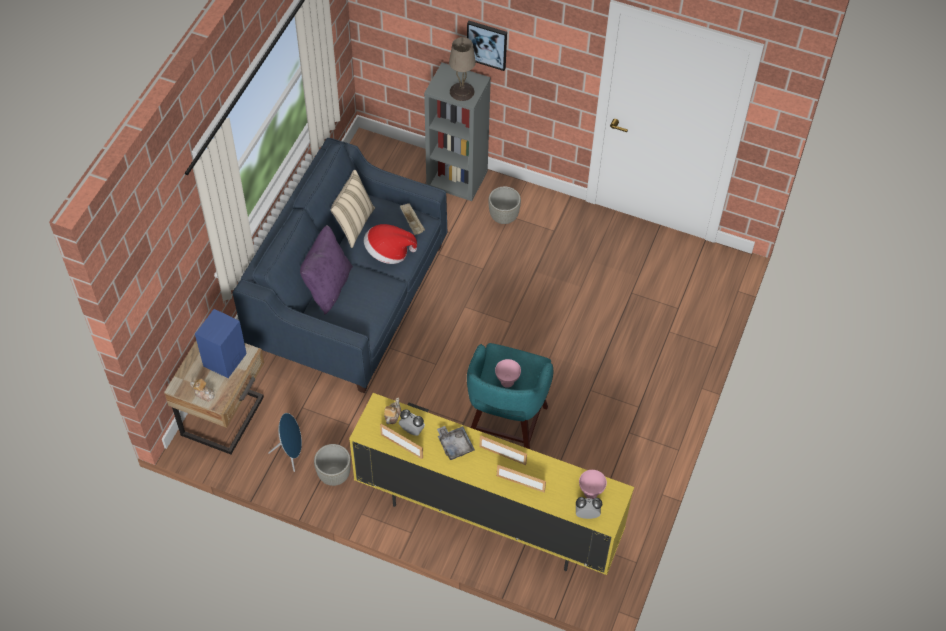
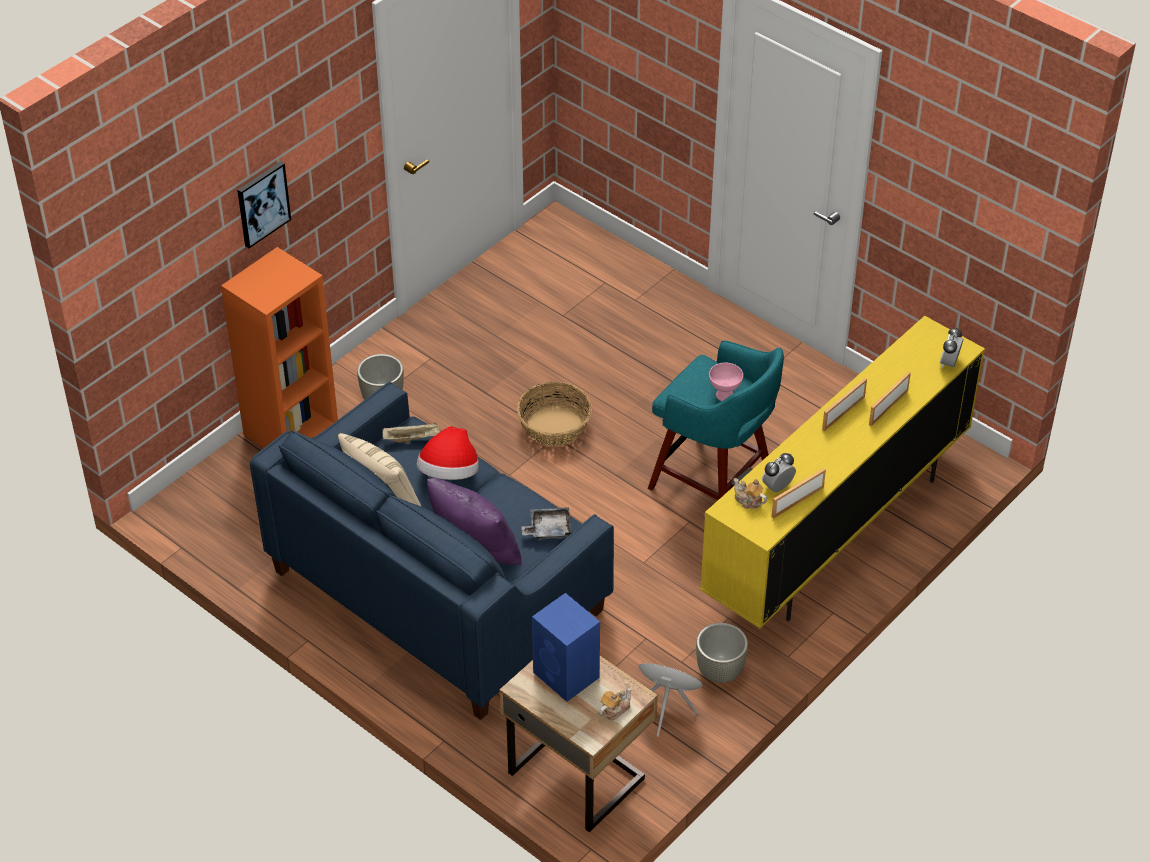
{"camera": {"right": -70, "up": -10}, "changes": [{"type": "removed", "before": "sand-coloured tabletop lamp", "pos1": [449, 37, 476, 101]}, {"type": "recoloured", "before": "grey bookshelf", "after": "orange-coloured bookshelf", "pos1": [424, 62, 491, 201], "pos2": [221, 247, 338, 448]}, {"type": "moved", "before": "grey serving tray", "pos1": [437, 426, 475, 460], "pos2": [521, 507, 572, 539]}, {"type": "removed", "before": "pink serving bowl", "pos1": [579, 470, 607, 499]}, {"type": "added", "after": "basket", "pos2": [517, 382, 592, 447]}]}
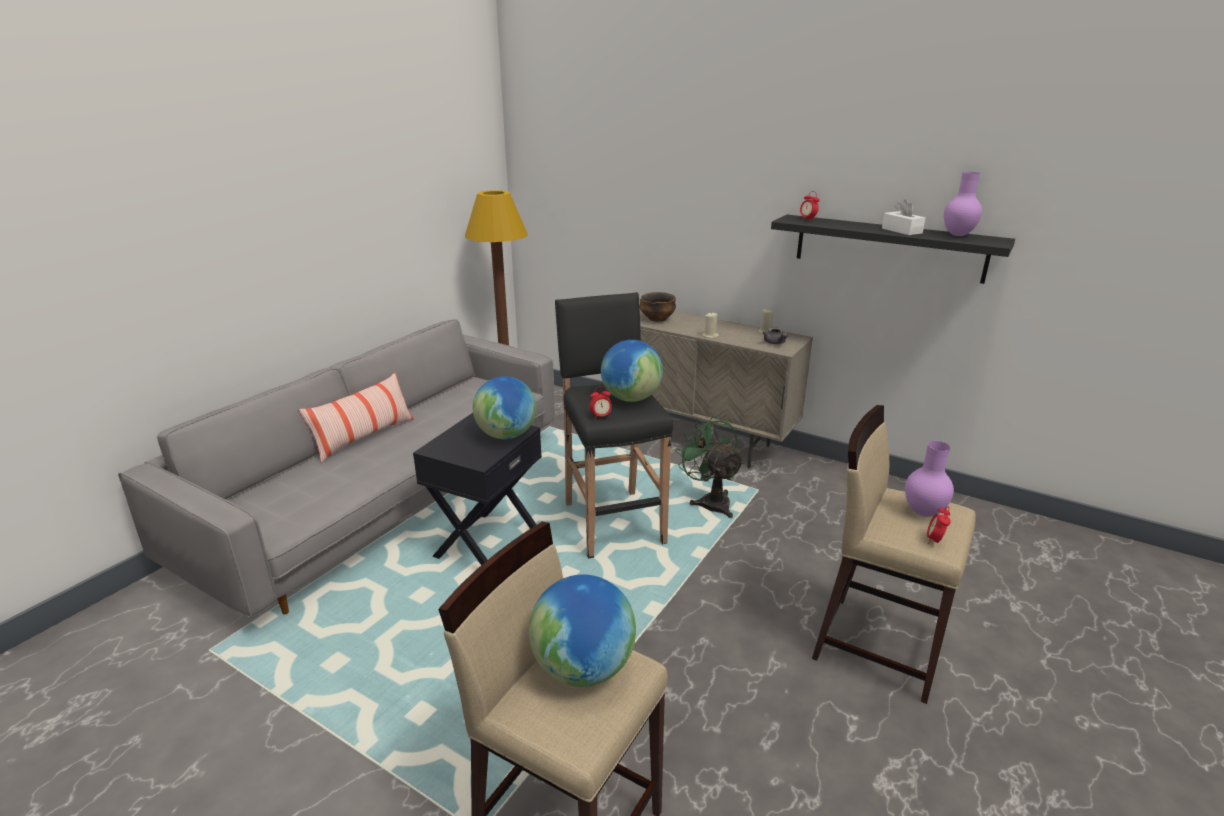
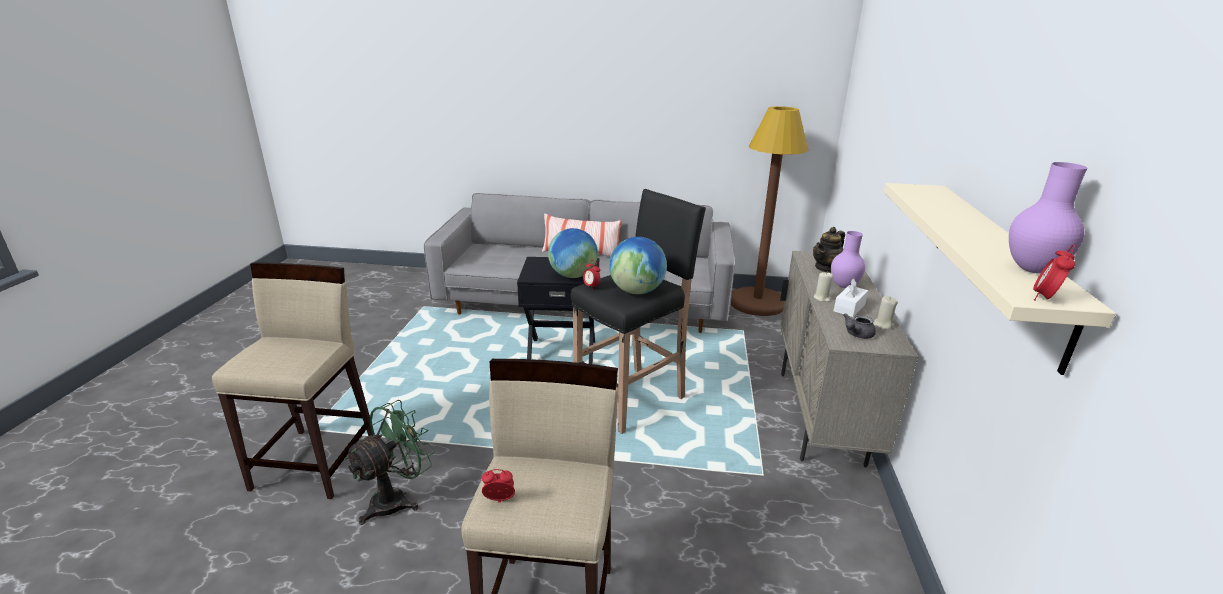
{"camera": {"right": 65, "up": 0}, "changes": [{"type": "moved", "before": "bedside clock", "pos1": [800, 191, 819, 221], "pos2": [1033, 245, 1075, 301]}, {"type": "moved", "before": "white tissue box", "pos1": [882, 200, 925, 235], "pos2": [834, 279, 868, 317]}, {"type": "recoloured", "before": "black bracket shelf", "after": "sand-coloured bracket shelf", "pos1": [771, 215, 1015, 284], "pos2": [884, 183, 1116, 375]}, {"type": "replaced", "before": "serving bowl", "after": "teapot", "pos1": [639, 292, 676, 322], "pos2": [813, 227, 845, 273]}, {"type": "moved", "before": "greenish electric fan", "pos1": [675, 416, 744, 518], "pos2": [344, 400, 435, 525]}, {"type": "moved", "before": "purple-coloured vase", "pos1": [905, 441, 954, 517], "pos2": [831, 231, 865, 288]}, {"type": "removed", "before": "desk globe", "pos1": [529, 575, 636, 687]}]}
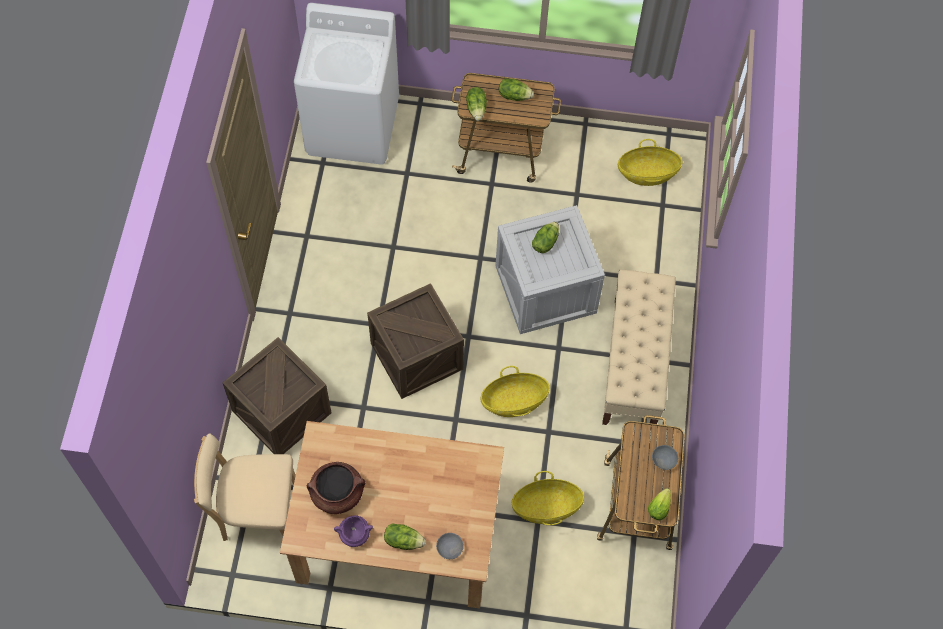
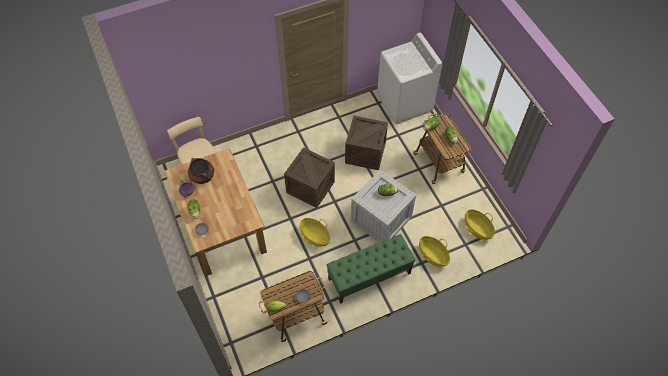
{"camera": {"right": 60, "up": -5}, "changes": [{"type": "recoloured", "before": "sand-coloured indoor bench", "after": "greenish indoor bench", "pos1": [602, 270, 676, 425], "pos2": [326, 234, 416, 303]}, {"type": "moved", "before": "shipping crate", "pos1": [222, 337, 331, 454], "pos2": [345, 116, 388, 170]}, {"type": "moved", "before": "basket", "pos1": [512, 471, 584, 525], "pos2": [419, 236, 450, 266]}]}
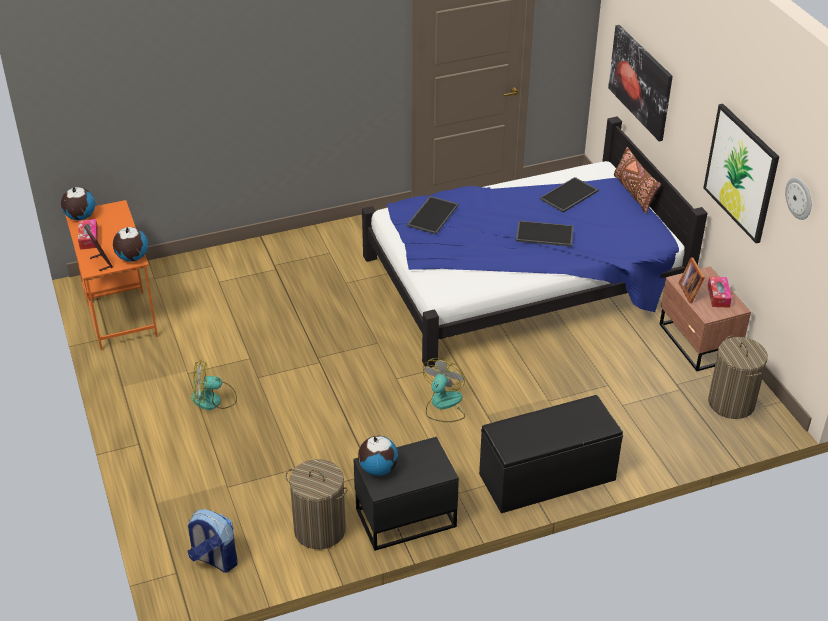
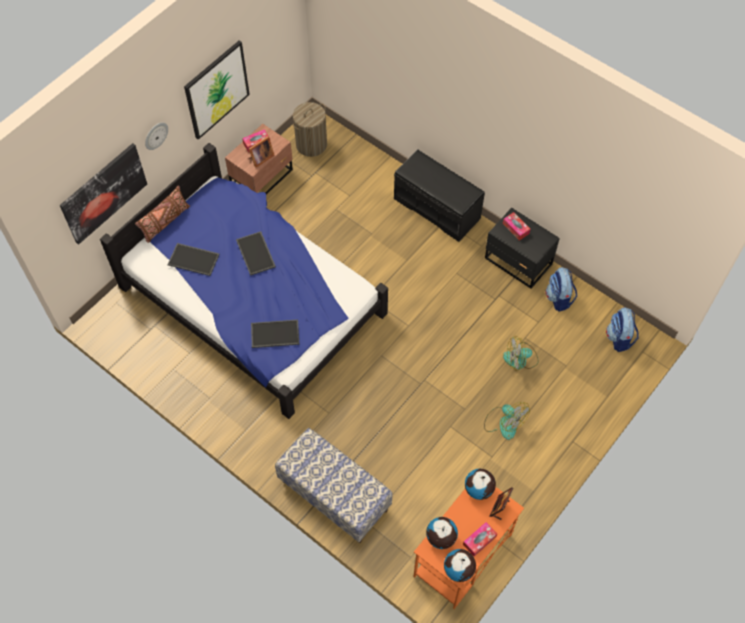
{"camera": {"right": -120, "up": 20}, "changes": [{"type": "moved", "before": "hanging clock", "pos1": [785, 178, 811, 220], "pos2": [145, 122, 168, 150]}, {"type": "moved", "before": "electric fan", "pos1": [423, 358, 465, 422], "pos2": [503, 336, 539, 371]}, {"type": "moved", "before": "desk globe", "pos1": [358, 436, 398, 476], "pos2": [426, 517, 458, 549]}, {"type": "replaced", "before": "laundry basket", "after": "rucksack", "pos1": [285, 459, 348, 549], "pos2": [545, 267, 577, 312]}, {"type": "added", "after": "tissue box", "pos2": [503, 212, 530, 241]}, {"type": "added", "after": "indoor bench", "pos2": [275, 428, 393, 543]}]}
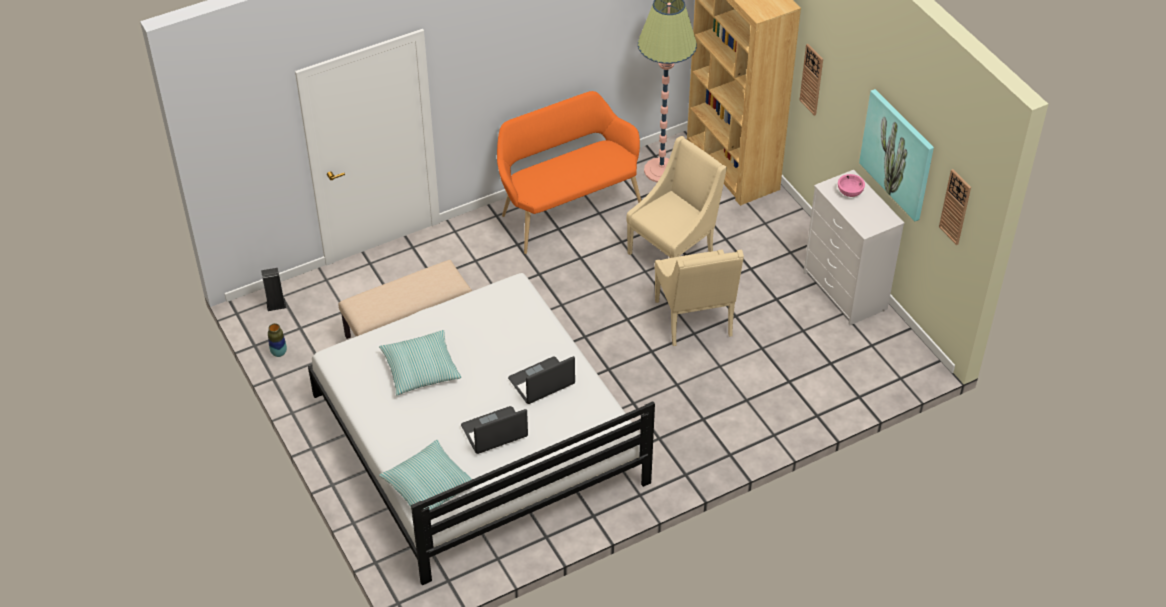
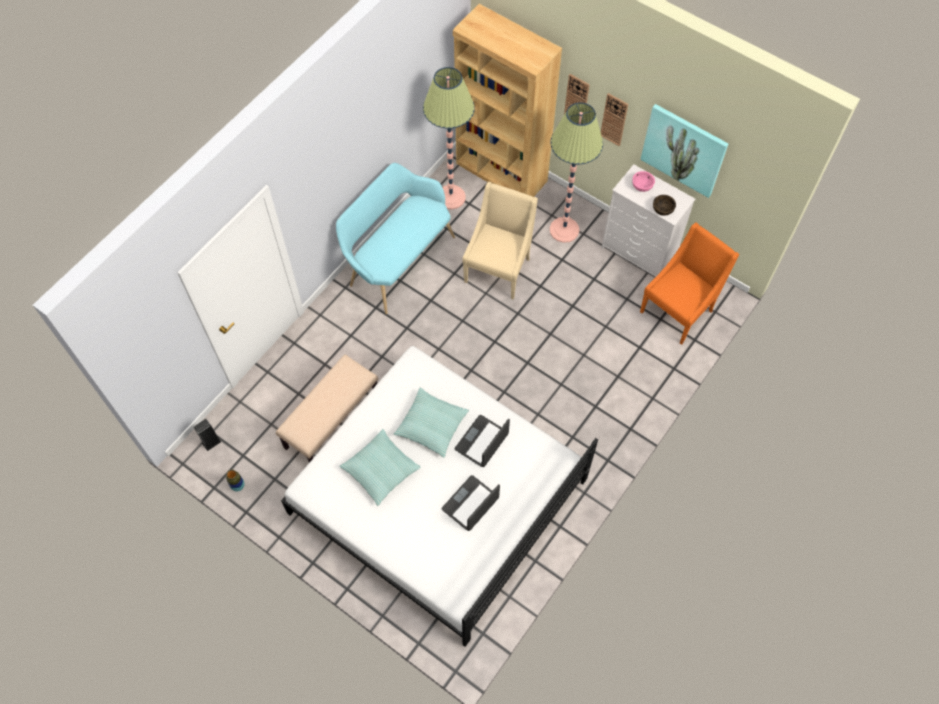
{"camera": {"right": -25, "up": 15}, "changes": [{"type": "recoloured", "before": "orange-coloured indoor bench", "after": "turquoise indoor bench", "pos1": [497, 91, 641, 254], "pos2": [336, 163, 455, 314]}, {"type": "moved", "before": "hanging clock", "pos1": [939, 169, 971, 245], "pos2": [601, 93, 628, 146]}, {"type": "removed", "before": "sand-coloured lounge chair", "pos1": [655, 250, 744, 346]}, {"type": "moved", "before": "throw pillow", "pos1": [379, 440, 472, 510], "pos2": [394, 388, 469, 458]}, {"type": "added", "after": "standard lamp", "pos2": [550, 102, 603, 243]}, {"type": "added", "after": "brown-coloured serving bowl", "pos2": [653, 195, 676, 215]}, {"type": "added", "after": "orange-coloured lounge chair", "pos2": [640, 223, 739, 345]}]}
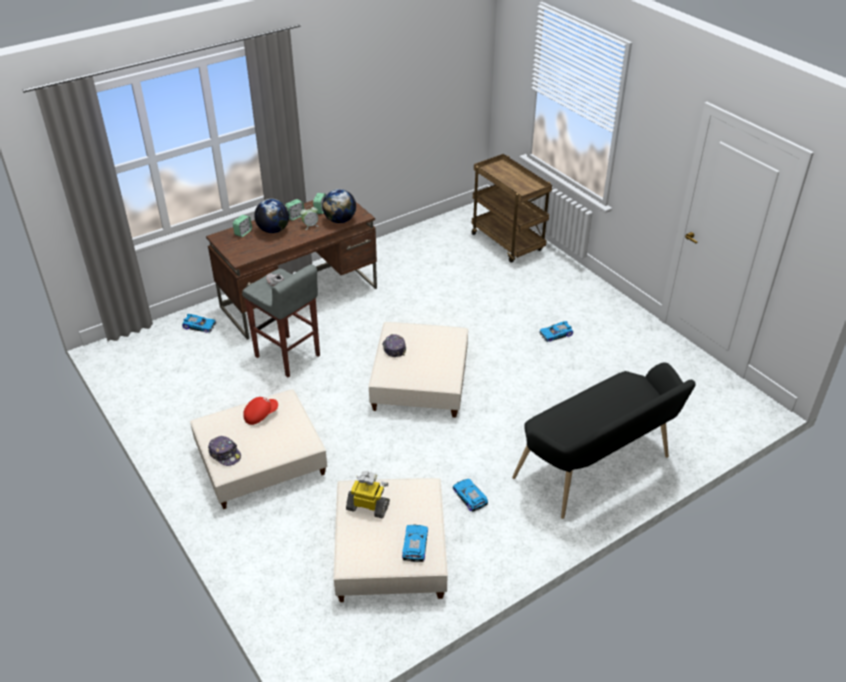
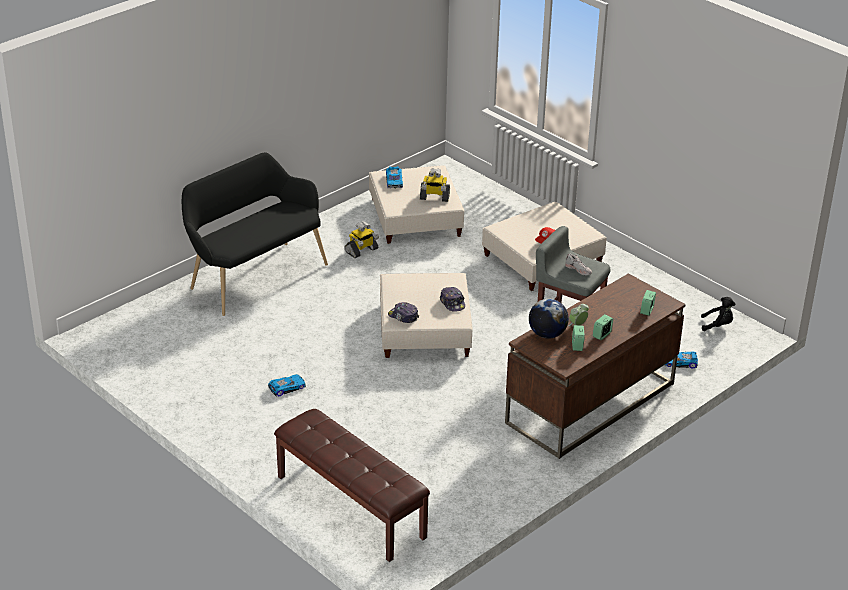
{"camera": {"right": 170, "up": -5}, "changes": [{"type": "replaced", "before": "brown-coloured wheeled cart", "after": "brown-coloured indoor bench", "pos1": [471, 154, 552, 263], "pos2": [274, 409, 430, 562]}, {"type": "removed", "before": "desk globe", "pos1": [254, 199, 289, 233]}, {"type": "moved", "before": "peaked cap", "pos1": [208, 436, 241, 466], "pos2": [388, 302, 419, 323]}, {"type": "replaced", "before": "miniature car", "after": "toy robot", "pos1": [452, 478, 488, 512], "pos2": [344, 221, 379, 258]}, {"type": "added", "after": "black soft toy", "pos2": [701, 297, 735, 331]}]}
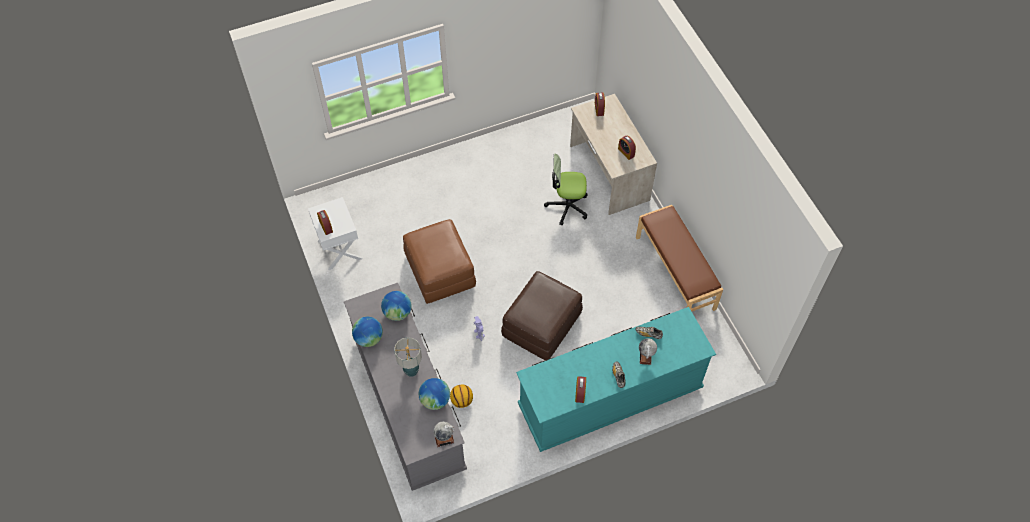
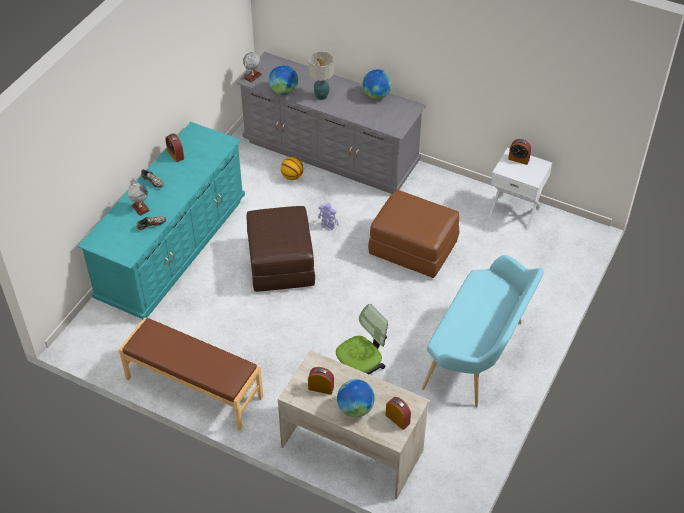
{"camera": {"right": 140, "up": -10}, "changes": [{"type": "moved", "before": "desk globe", "pos1": [381, 291, 411, 321], "pos2": [337, 379, 375, 417]}, {"type": "added", "after": "turquoise indoor bench", "pos2": [422, 255, 544, 407]}]}
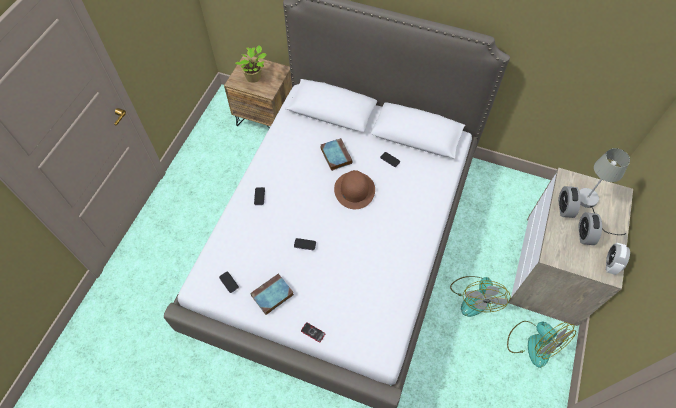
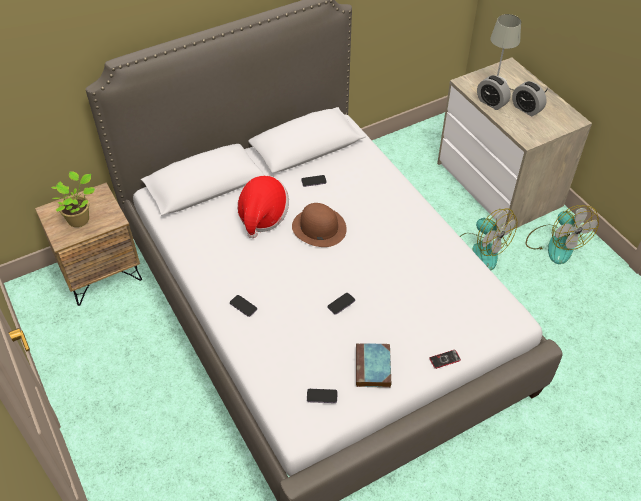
{"camera": {"right": -50, "up": -10}, "changes": [{"type": "replaced", "before": "volume", "after": "wearable hat", "pos1": [320, 138, 352, 171], "pos2": [237, 175, 289, 238]}, {"type": "removed", "before": "bedside clock", "pos1": [606, 243, 630, 275]}, {"type": "turned", "before": "electric fan", "pos1": [507, 321, 576, 368], "pos2": [526, 205, 599, 264], "turn": 60}]}
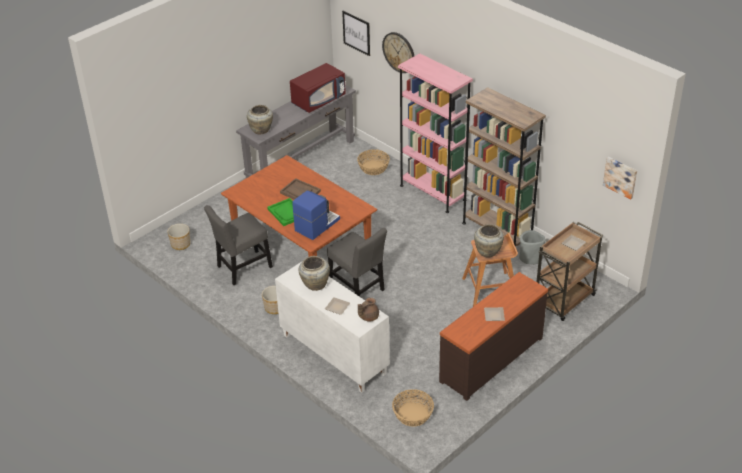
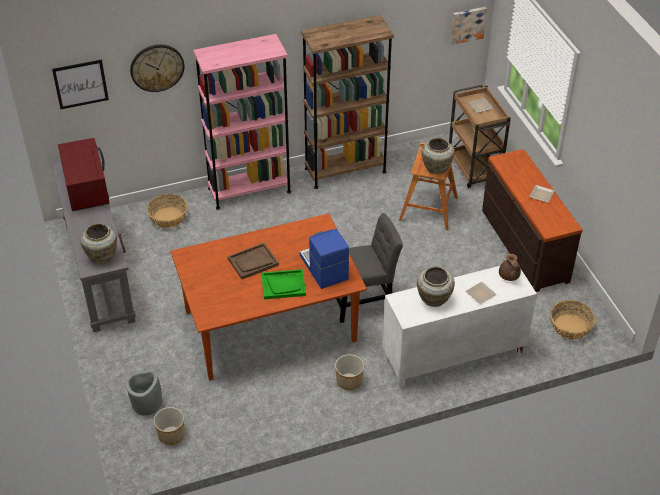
{"camera": {"right": -65, "up": 5}, "changes": [{"type": "removed", "before": "grey upright chair", "pos1": [204, 205, 273, 285]}, {"type": "moved", "before": "grey flower pot", "pos1": [519, 230, 546, 265], "pos2": [125, 370, 162, 415]}]}
